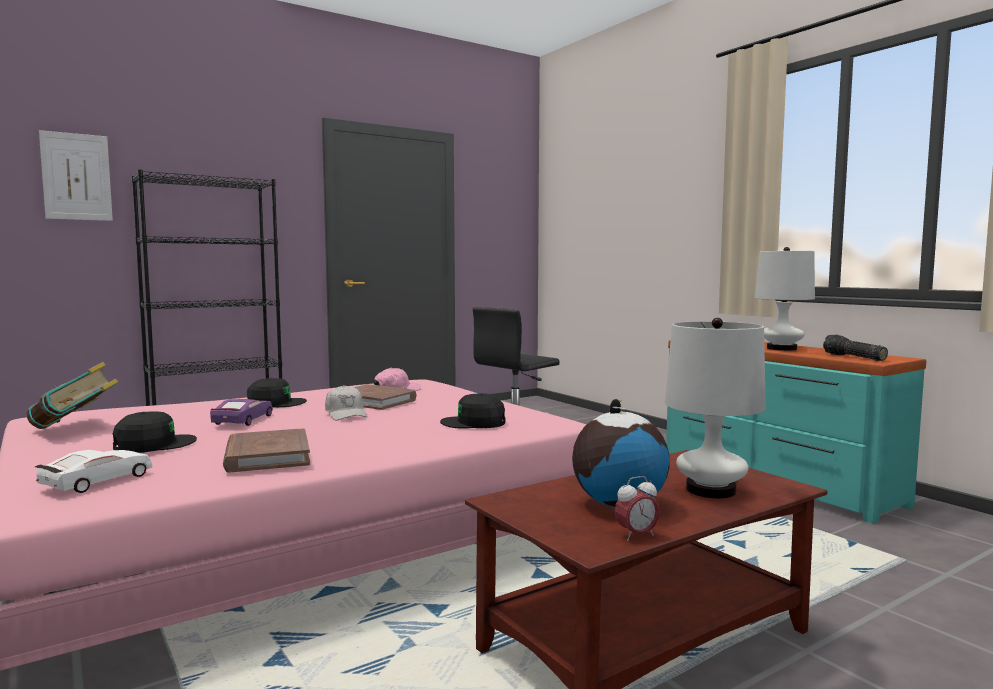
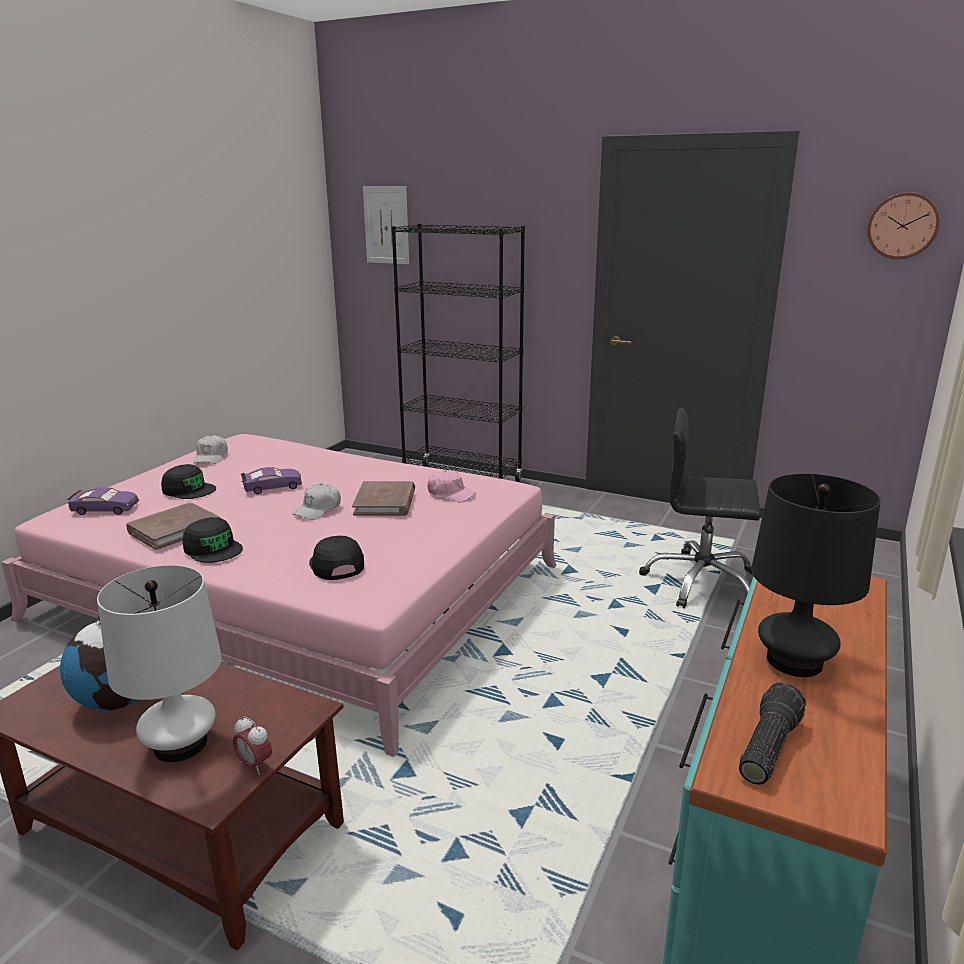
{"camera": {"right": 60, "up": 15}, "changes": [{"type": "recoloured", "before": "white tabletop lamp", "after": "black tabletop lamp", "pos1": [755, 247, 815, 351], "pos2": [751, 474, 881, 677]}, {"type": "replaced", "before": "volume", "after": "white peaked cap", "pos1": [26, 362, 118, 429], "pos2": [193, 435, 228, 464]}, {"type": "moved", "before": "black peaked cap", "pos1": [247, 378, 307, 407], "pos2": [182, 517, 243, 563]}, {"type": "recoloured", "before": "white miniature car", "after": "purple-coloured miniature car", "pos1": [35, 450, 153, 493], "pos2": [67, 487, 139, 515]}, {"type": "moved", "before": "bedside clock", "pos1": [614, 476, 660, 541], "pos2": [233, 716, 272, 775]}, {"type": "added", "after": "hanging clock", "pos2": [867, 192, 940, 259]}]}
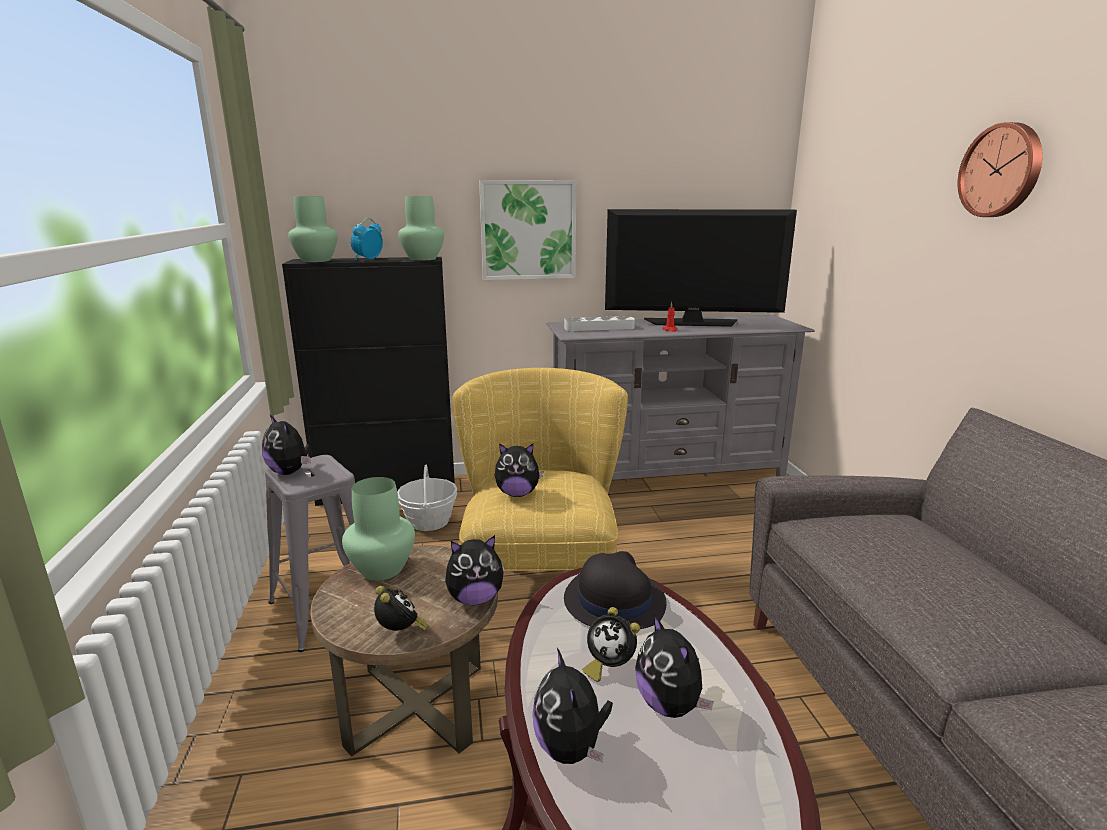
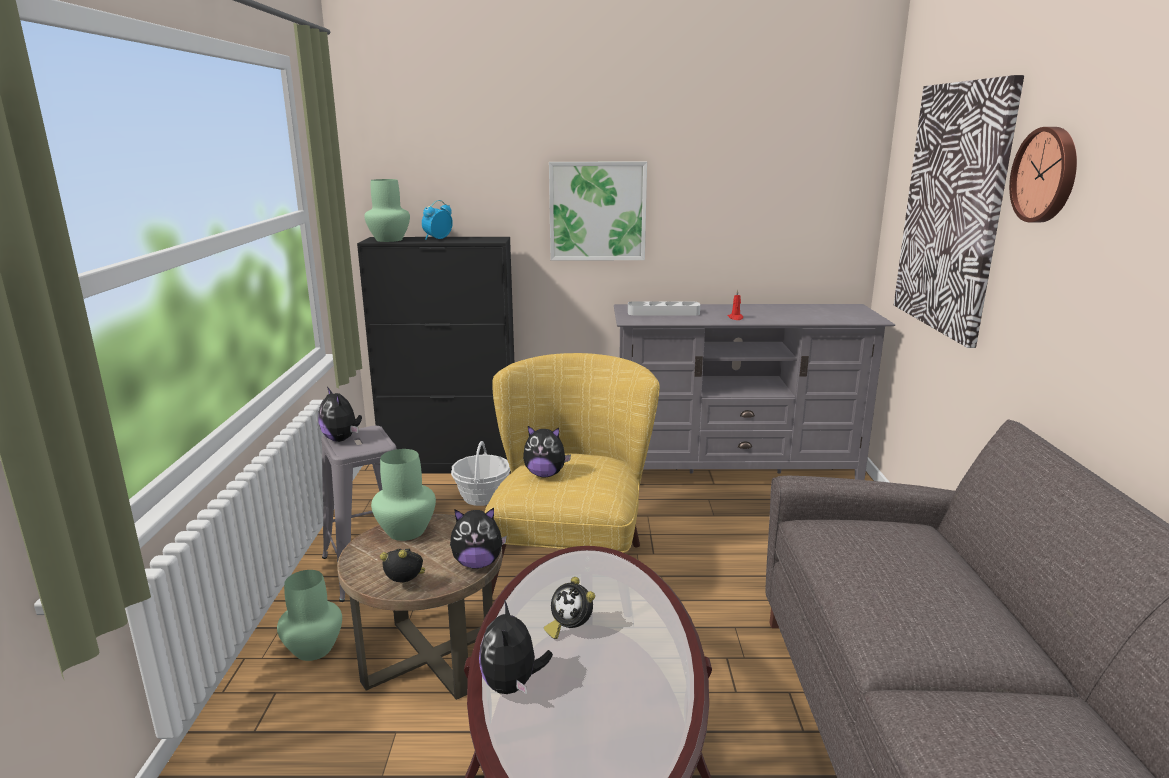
{"camera": {"right": 10, "up": 0}, "changes": [{"type": "moved", "before": "greenish vase", "pos1": [398, 196, 444, 260], "pos2": [277, 570, 342, 661]}, {"type": "removed", "before": "TV", "pos1": [605, 209, 797, 327]}, {"type": "removed", "before": "black wearable hat", "pos1": [564, 551, 667, 629]}, {"type": "turned", "before": "bedside clock", "pos1": [374, 586, 429, 631], "pos2": [380, 548, 425, 583], "turn": -60}, {"type": "removed", "before": "soft toy", "pos1": [635, 614, 714, 718]}, {"type": "added", "after": "wall art", "pos2": [894, 75, 1024, 348]}]}
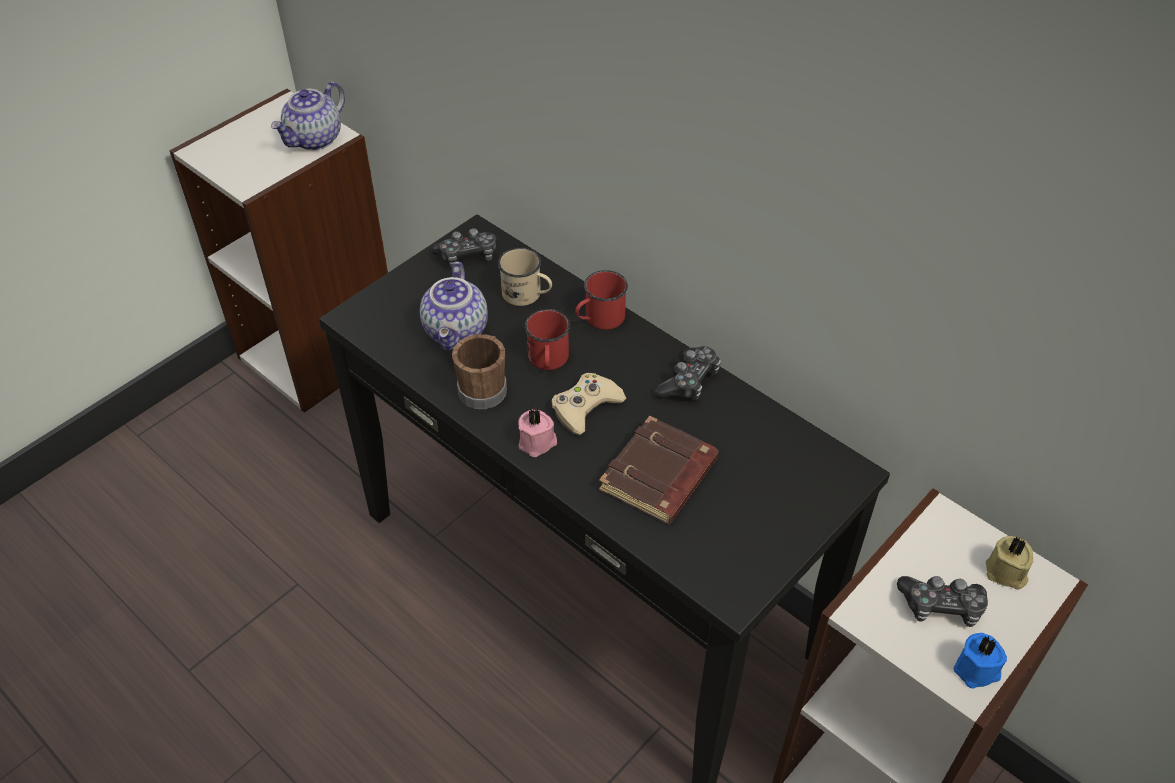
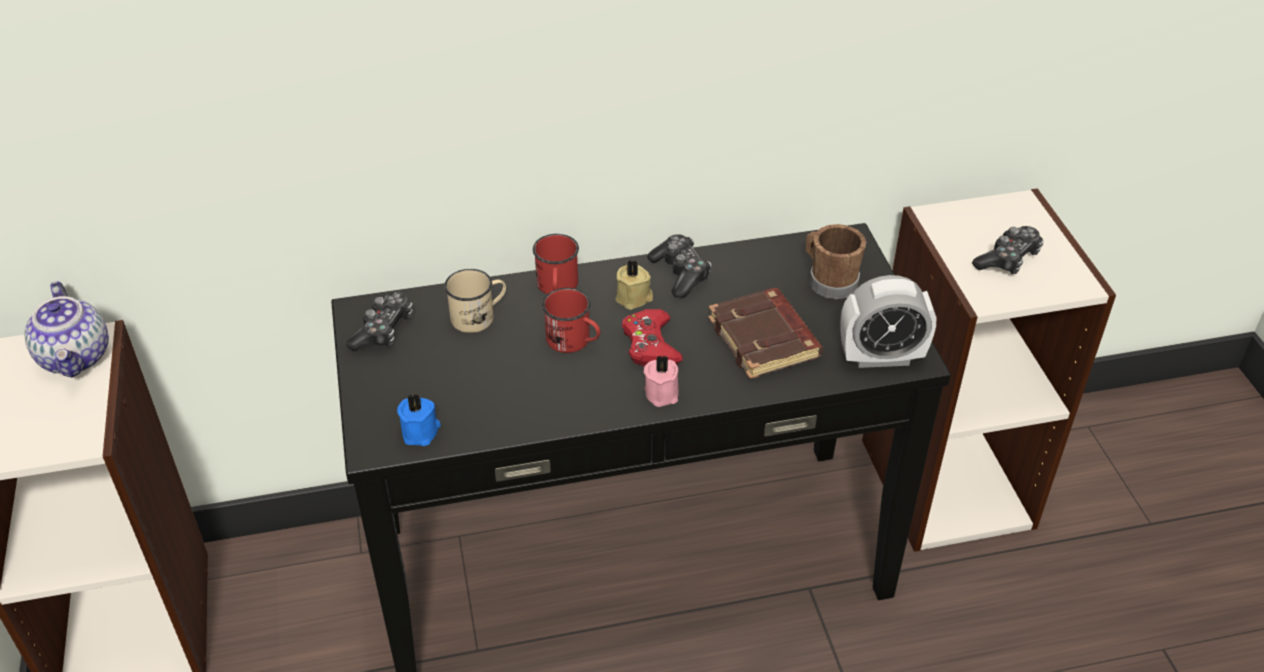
{"camera": {"right": -55, "up": -5}, "changes": [{"type": "removed", "before": "teapot", "pos1": [420, 261, 488, 350]}, {"type": "moved", "before": "brown-coloured mug", "pos1": [452, 334, 507, 409], "pos2": [806, 224, 866, 299]}, {"type": "recoloured", "before": "sand-coloured game controller", "after": "red game controller", "pos1": [551, 373, 626, 435], "pos2": [622, 309, 683, 366]}, {"type": "moved", "before": "sand-coloured wax light", "pos1": [986, 536, 1033, 590], "pos2": [616, 260, 653, 310]}, {"type": "moved", "before": "blue-coloured wax light", "pos1": [954, 633, 1007, 688], "pos2": [397, 394, 441, 446]}, {"type": "added", "after": "bedside clock", "pos2": [840, 275, 936, 368]}]}
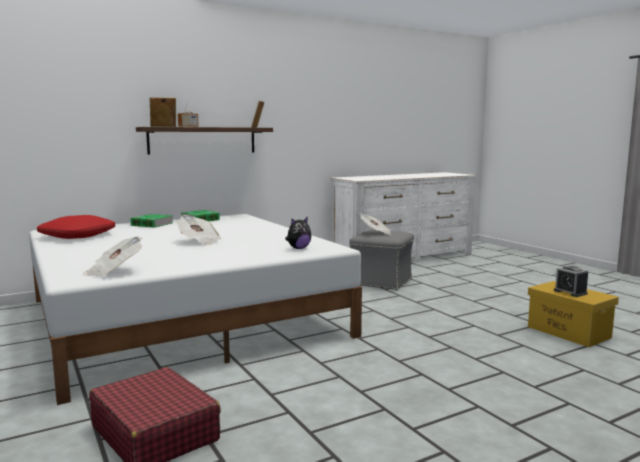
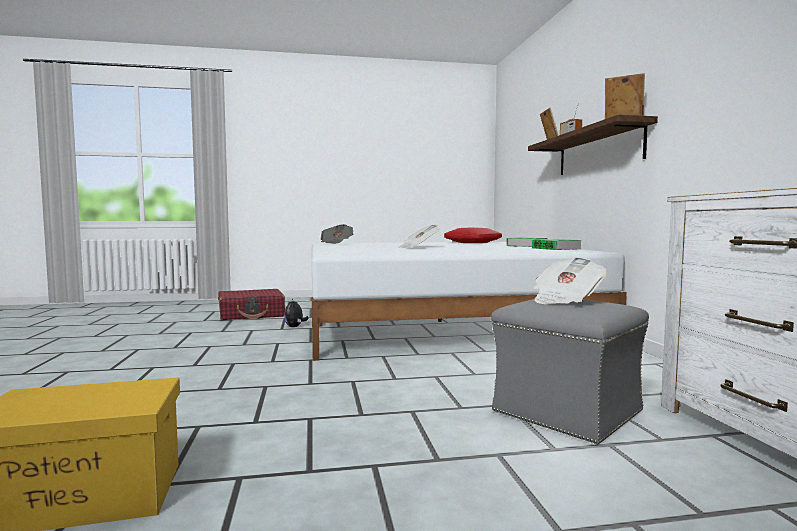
{"camera": {"right": 110, "up": -5}, "changes": [{"type": "moved", "before": "soft toy", "pos1": [285, 217, 311, 249], "pos2": [284, 299, 309, 327]}, {"type": "removed", "before": "bedside clock", "pos1": [554, 266, 588, 297]}]}
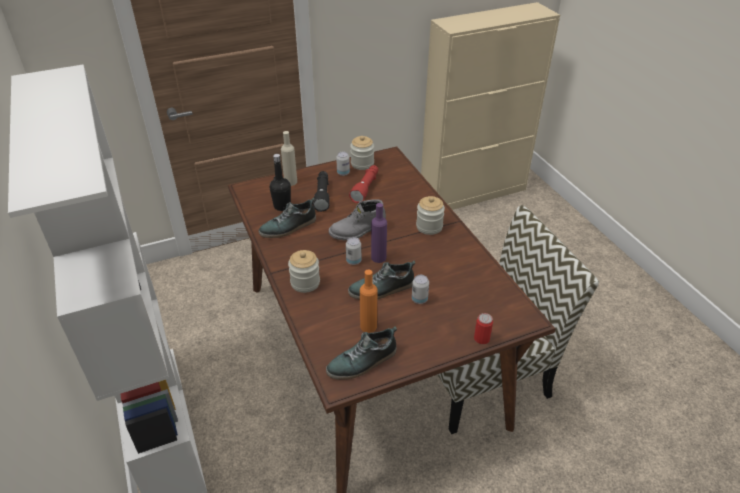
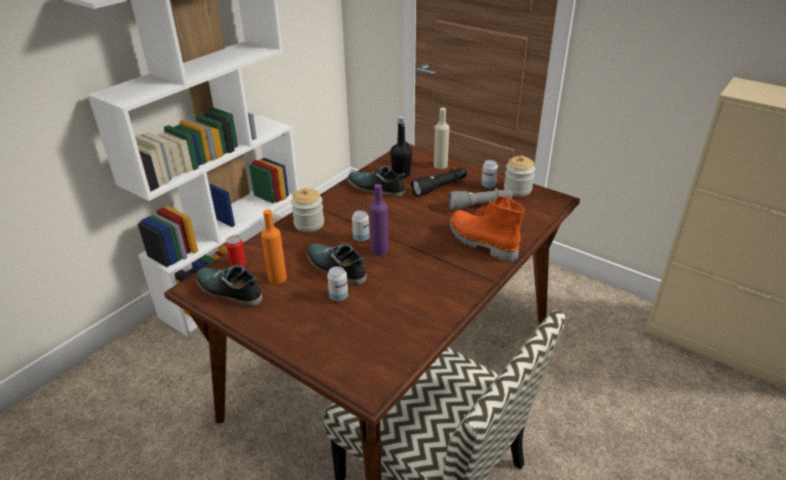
{"camera": {"right": 60, "up": -5}, "changes": [{"type": "recoloured", "before": "red torch", "after": "grey torch", "pos1": [349, 165, 378, 203], "pos2": [448, 188, 513, 210]}, {"type": "removed", "before": "preserve jar", "pos1": [416, 196, 445, 235]}, {"type": "removed", "before": "grey high-top boot", "pos1": [329, 199, 386, 241]}, {"type": "moved", "before": "can", "pos1": [474, 313, 493, 344], "pos2": [226, 235, 246, 267]}, {"type": "added", "after": "orange-coloured high-top boot", "pos2": [449, 195, 525, 262]}]}
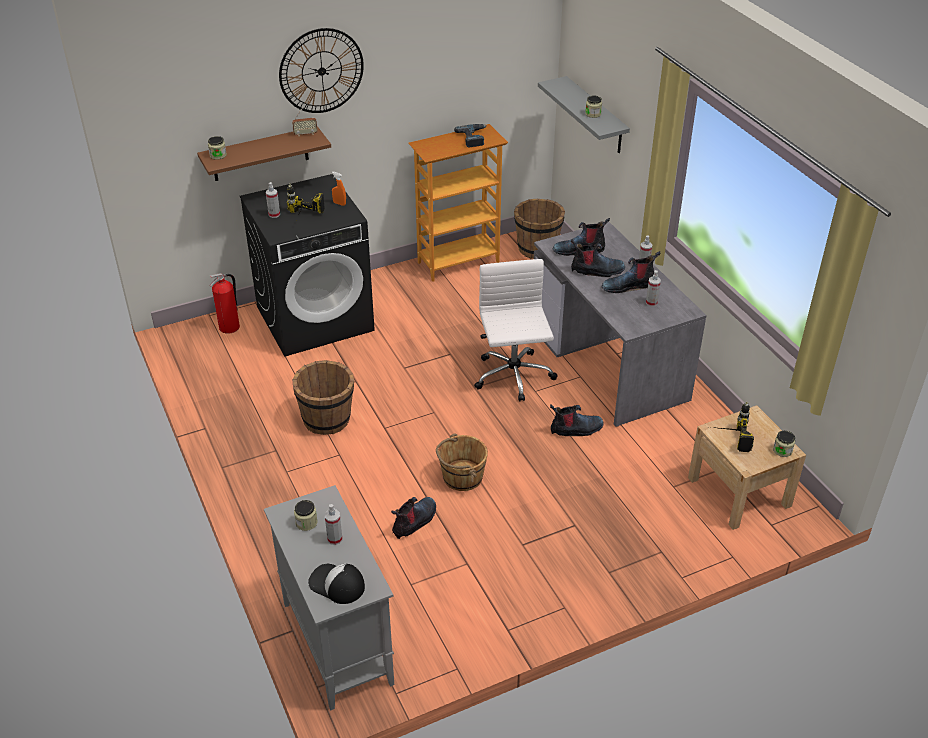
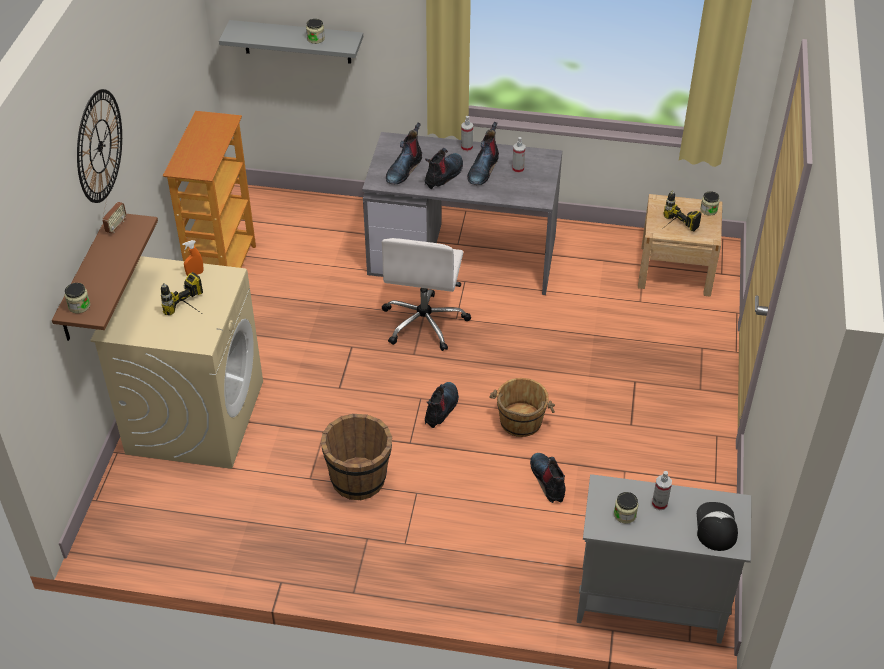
{"camera": {"right": -55, "up": 5}, "changes": [{"type": "removed", "before": "drill", "pos1": [454, 124, 486, 147]}, {"type": "recoloured", "before": "black laundry machine", "after": "sand-coloured laundry machine", "pos1": [240, 174, 375, 356], "pos2": [90, 256, 263, 469]}, {"type": "removed", "before": "spray bottle", "pos1": [266, 182, 280, 218]}, {"type": "removed", "before": "brown-coloured pail", "pos1": [514, 199, 565, 259]}, {"type": "turned", "before": "white desk chair", "pos1": [474, 259, 558, 401], "pos2": [381, 238, 471, 351], "turn": -105}, {"type": "removed", "before": "fire extinguisher", "pos1": [209, 273, 240, 334]}, {"type": "moved", "before": "high-top boot", "pos1": [550, 404, 604, 436], "pos2": [425, 382, 459, 428]}, {"type": "turned", "before": "peaked cap", "pos1": [308, 564, 365, 604], "pos2": [697, 502, 738, 551], "turn": 120}]}
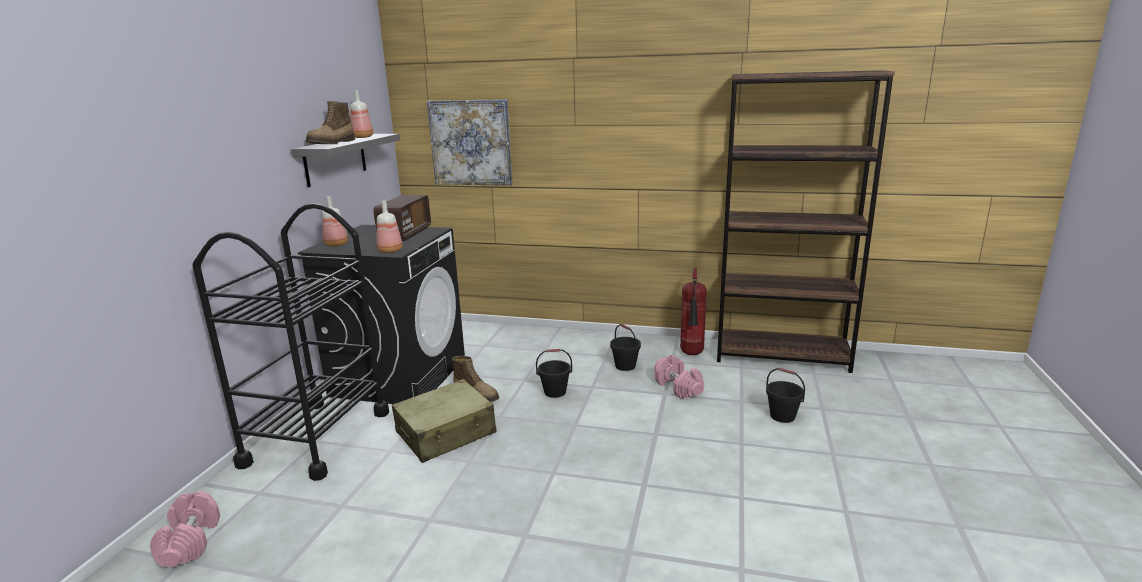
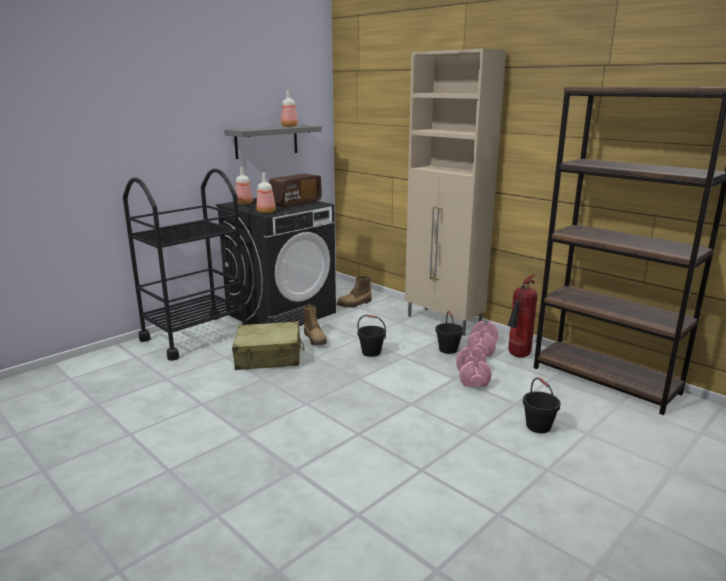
{"camera": {"right": 30, "up": 0}, "changes": [{"type": "removed", "before": "wall art", "pos1": [427, 99, 513, 186]}, {"type": "moved", "before": "high-top boot", "pos1": [306, 101, 355, 144], "pos2": [337, 276, 372, 308]}, {"type": "moved", "before": "pink hand weight", "pos1": [150, 491, 220, 567], "pos2": [467, 321, 499, 356]}, {"type": "added", "after": "sand-coloured cupboard", "pos2": [405, 48, 506, 336]}]}
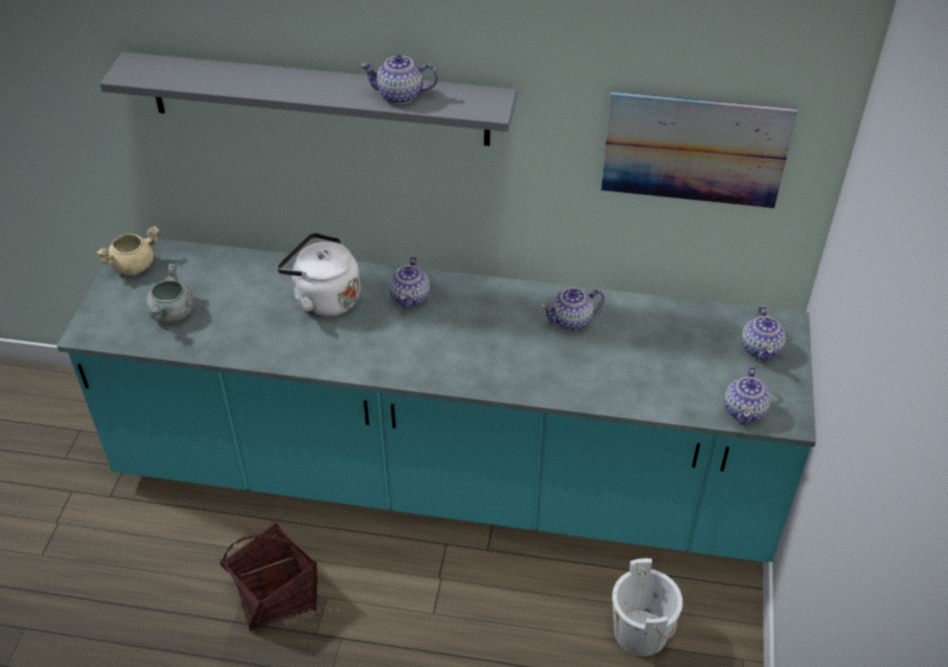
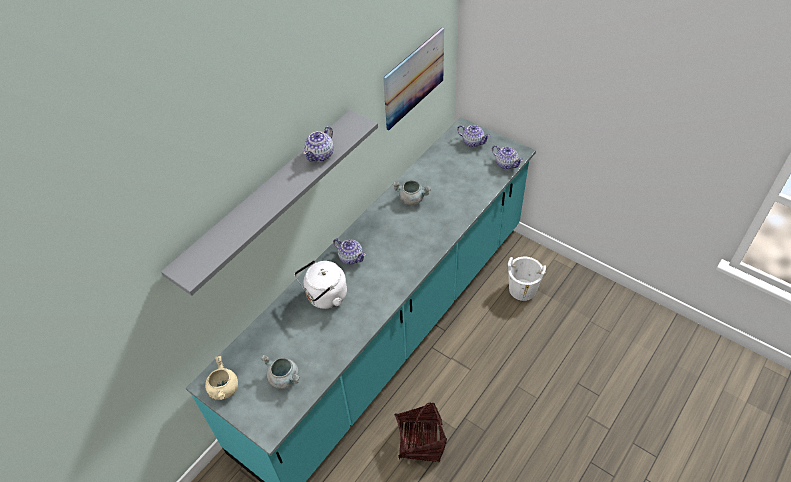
{"camera": {"right": -60, "up": 5}, "changes": [{"type": "replaced", "before": "teapot", "after": "grey stockpot", "pos1": [541, 288, 605, 330], "pos2": [393, 181, 431, 205]}]}
